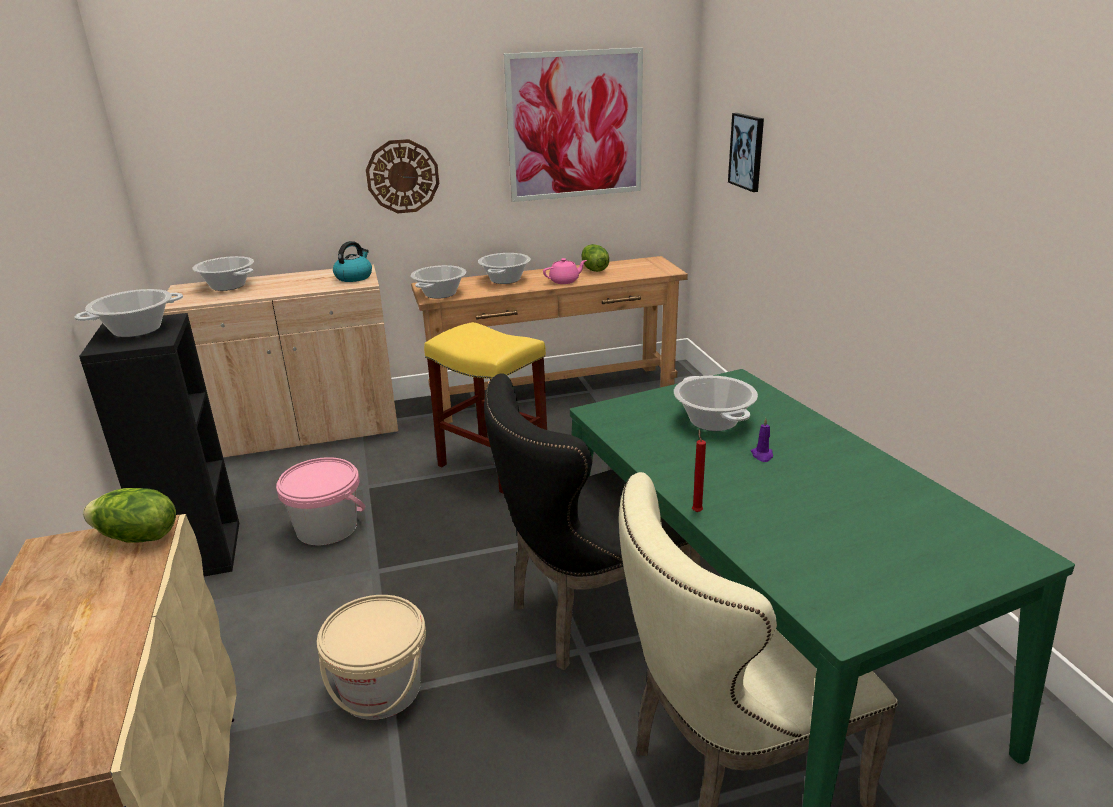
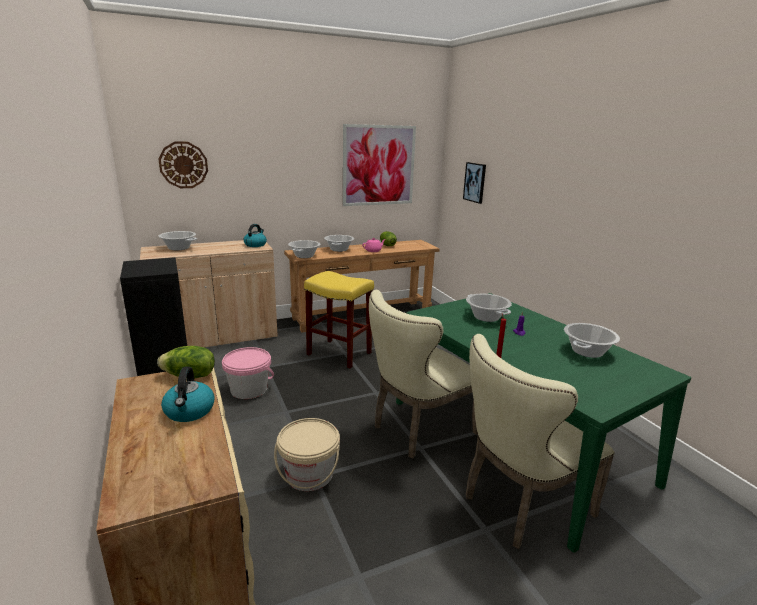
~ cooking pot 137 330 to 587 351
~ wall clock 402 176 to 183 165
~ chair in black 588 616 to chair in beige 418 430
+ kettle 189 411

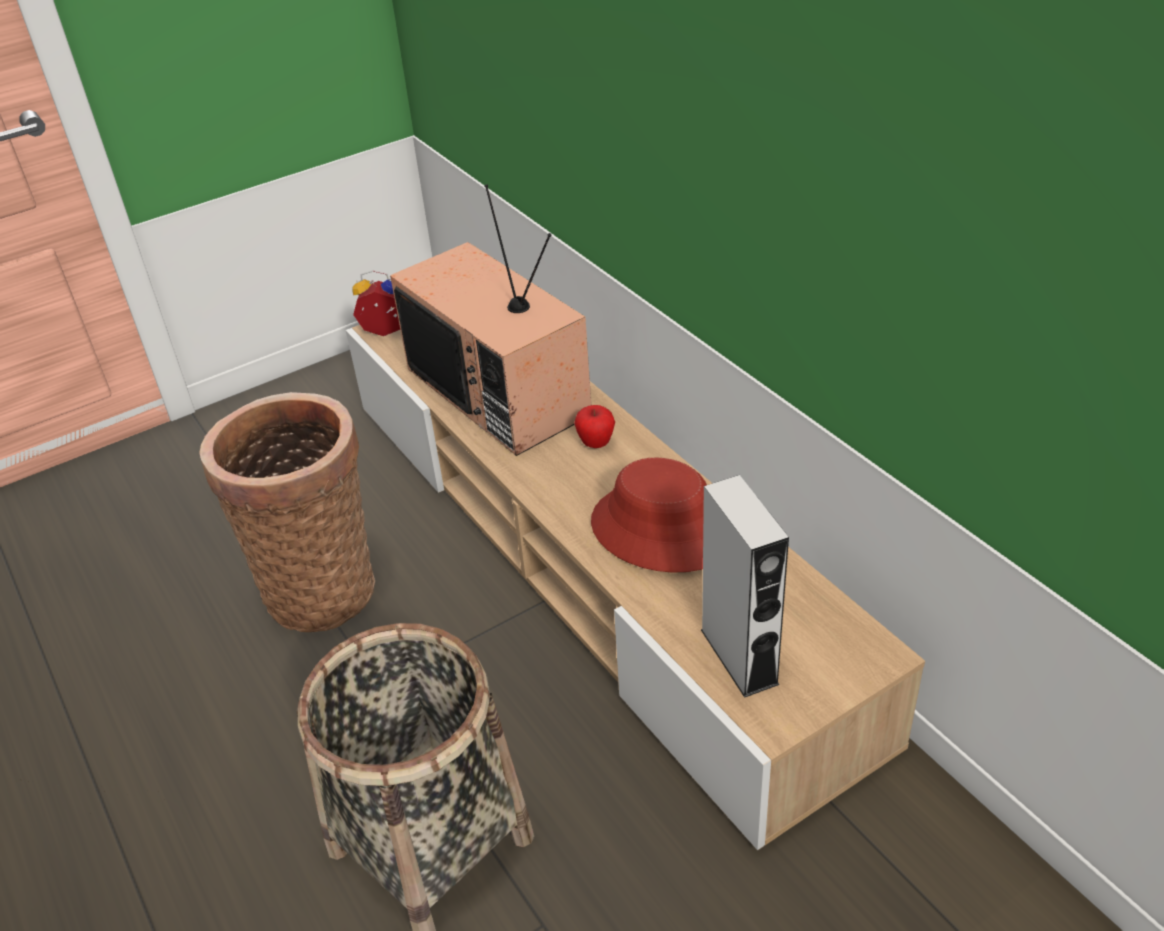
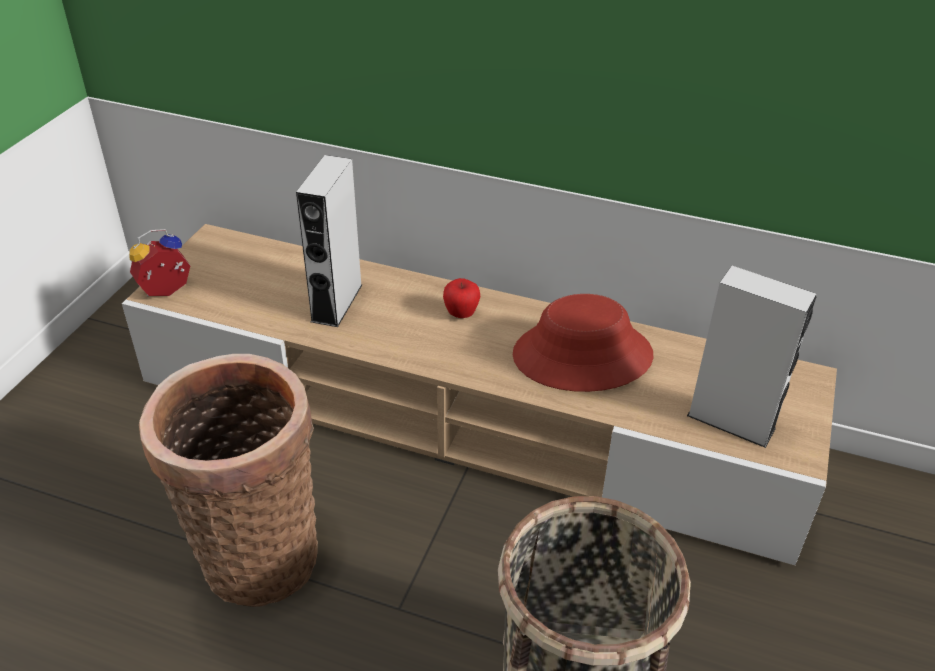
~ television 502 391 to speaker in grey 337 303

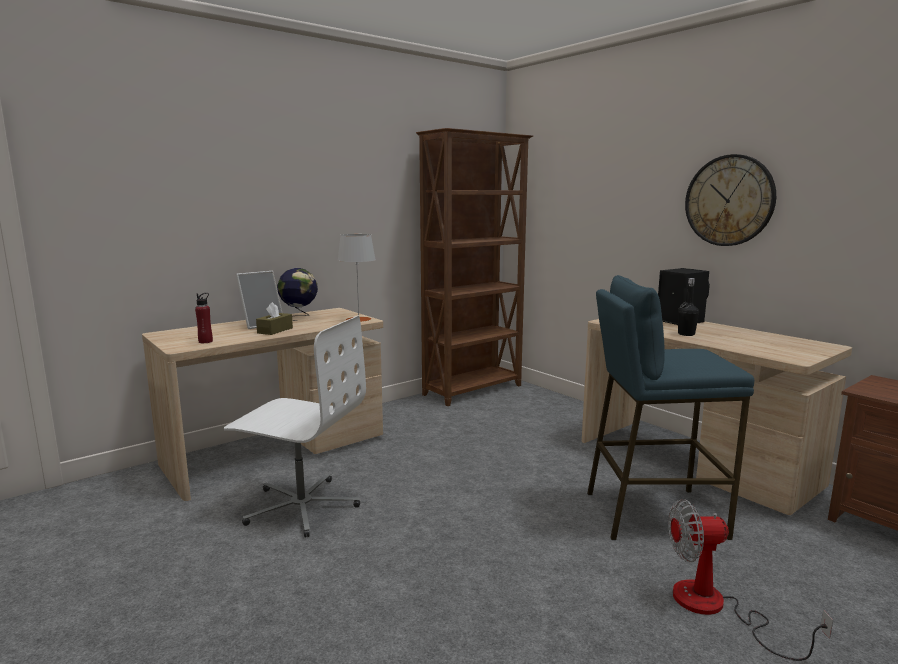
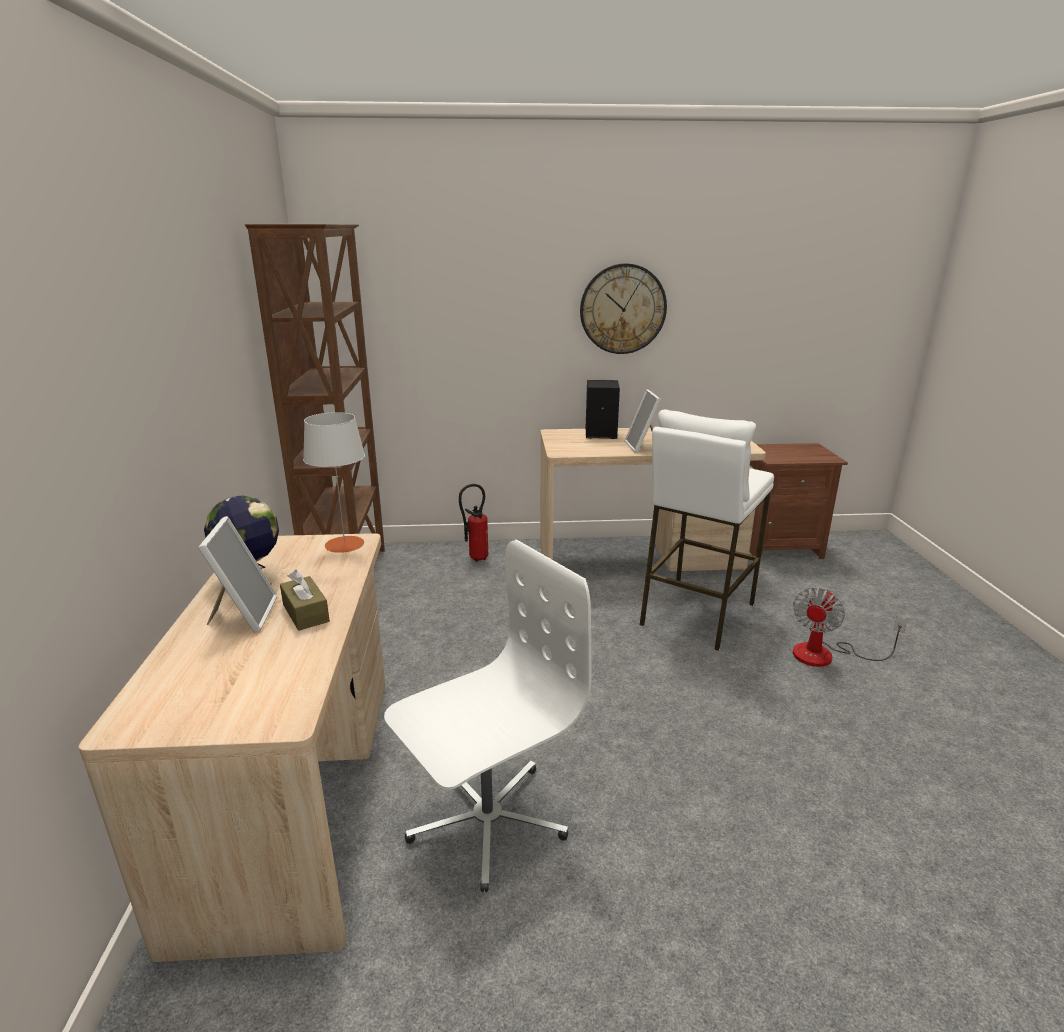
- bottle in red 205 341
~ stool in blue 652 513 to stool in white 695 614
~ bottle in black 686 334 to picture frame 643 447
+ fire extinguisher 475 558

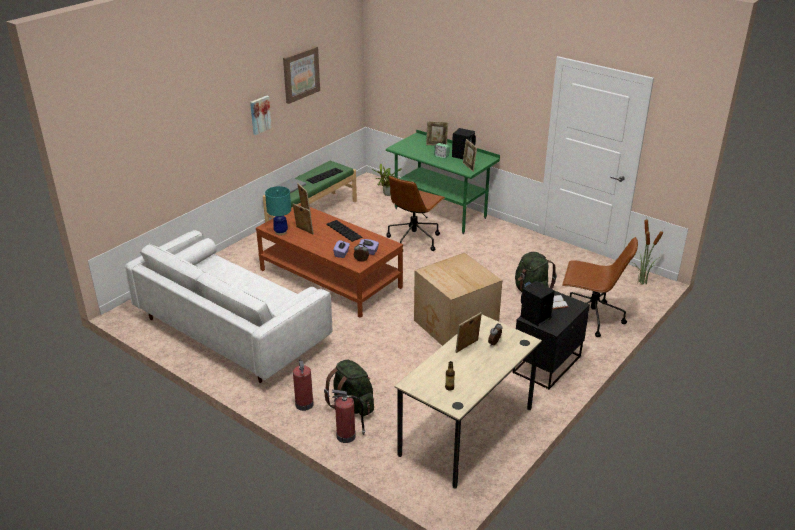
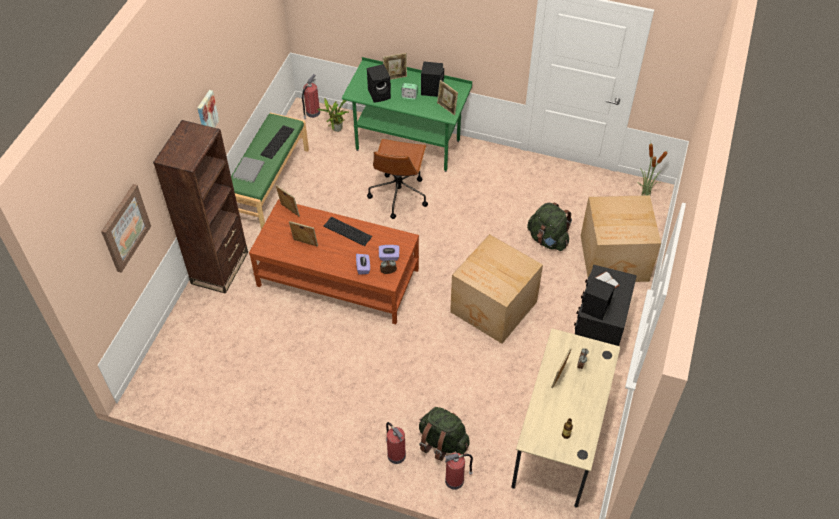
- sofa in white 232 330
- table lamp in turquoise 280 232
~ picture 300 74 to 125 228
~ office chair in brown 590 318 to cardboard box 615 259
+ bookcase in brown 220 268
+ fire extinguisher 312 113
+ speaker in black 380 94

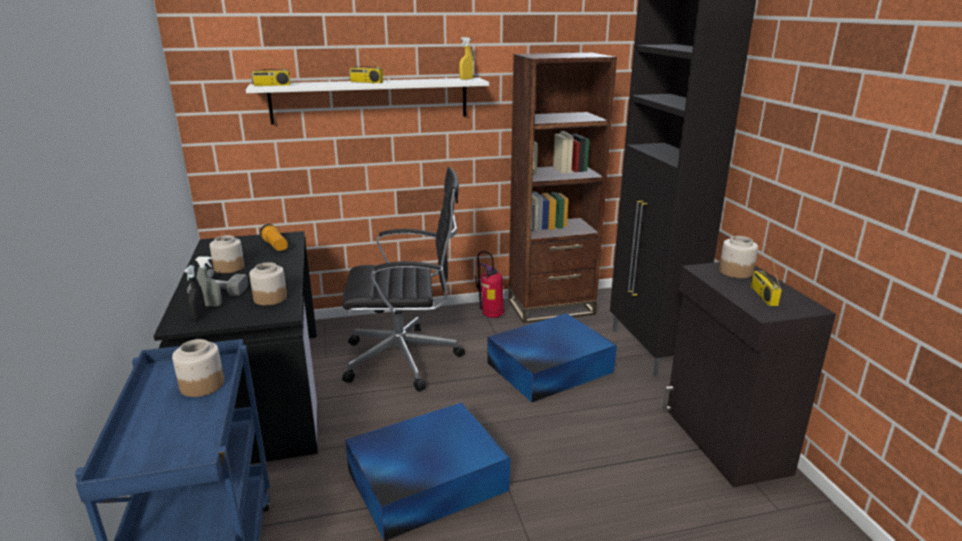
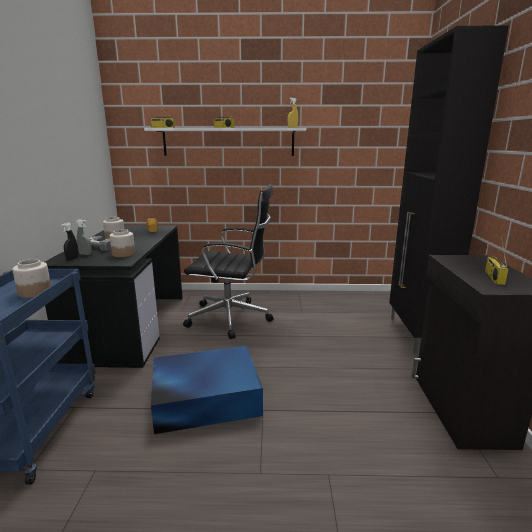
- fire extinguisher 491 316
- storage box in blue 548 367
- bookcase in brown 551 307
- jar 735 272

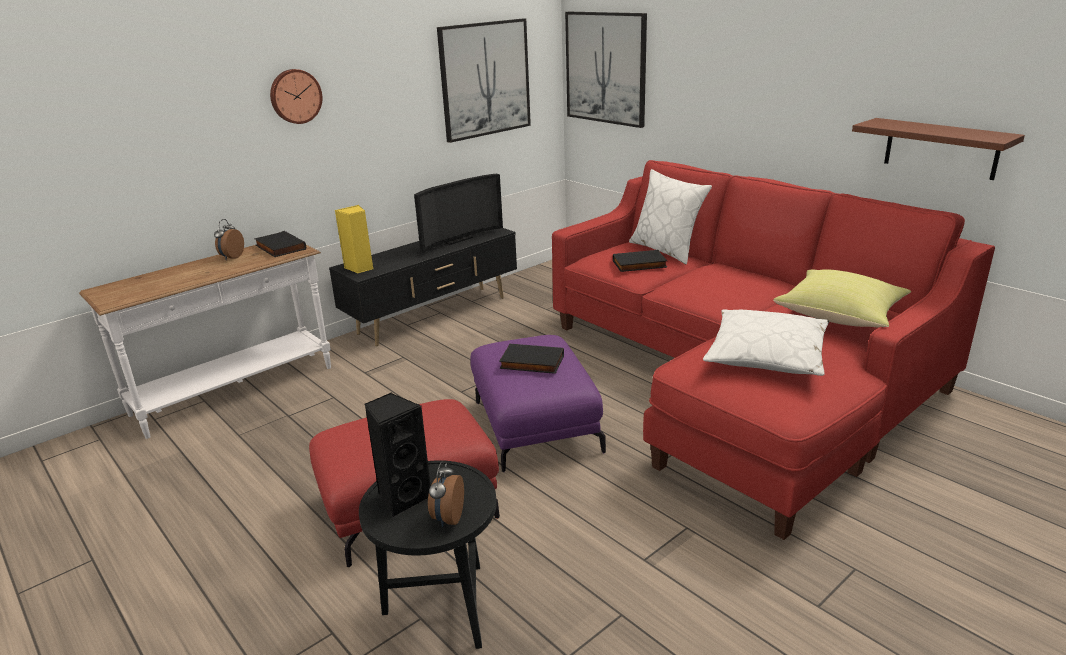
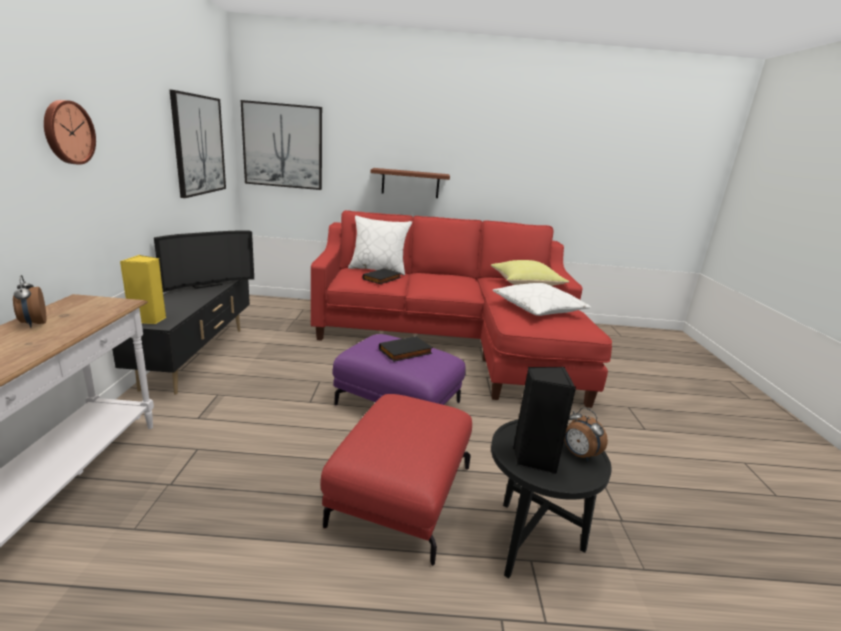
- book in black 279 247
~ television 455 239 = 205 284 45 degrees clockwise
~ shelf in brown 941 148 to 410 183

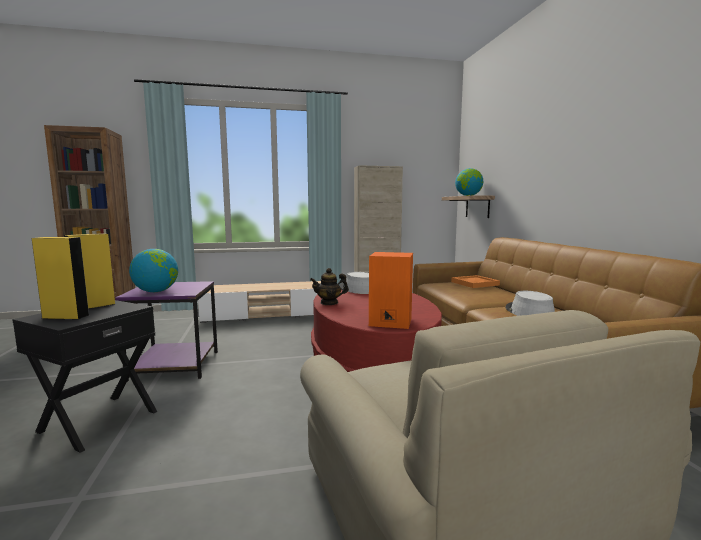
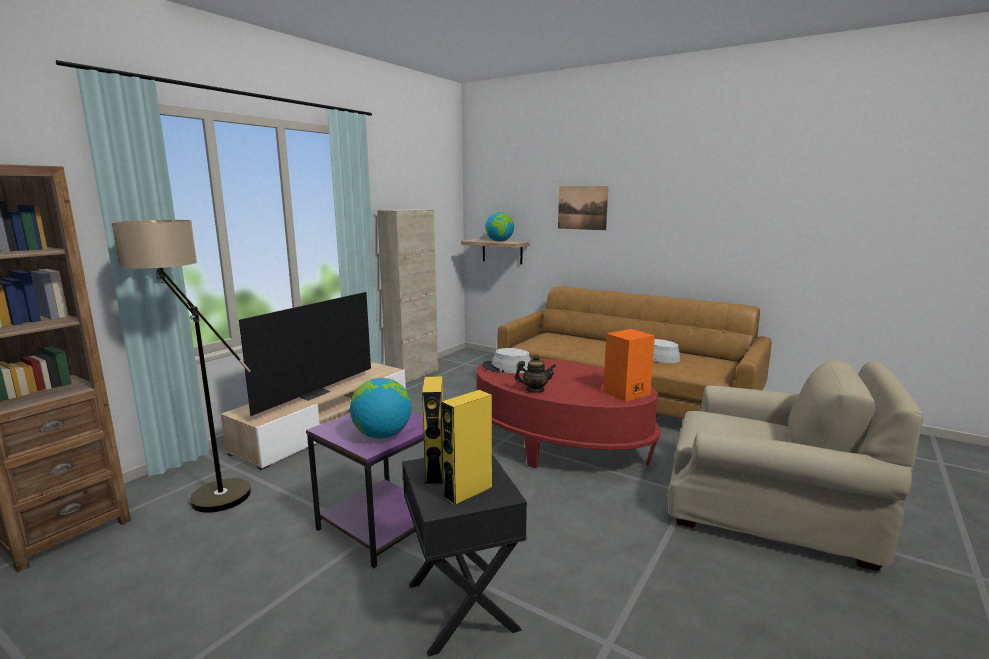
~ teapot 329 303 = 535 390 120 degrees counterclockwise
- tray in orange 474 283
+ floor lamp 206 491
+ television 312 394
+ picture 582 208

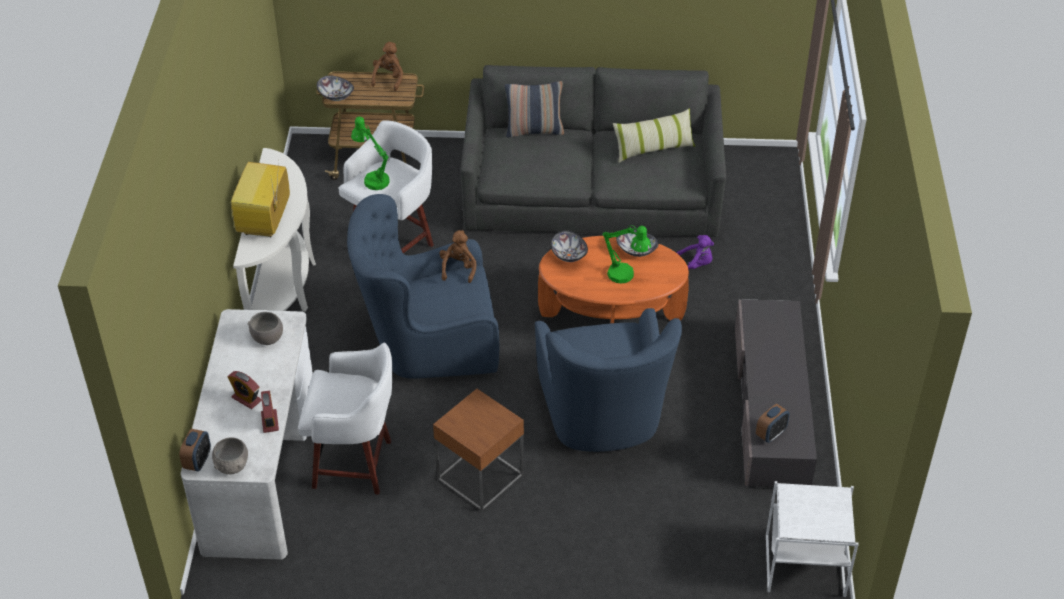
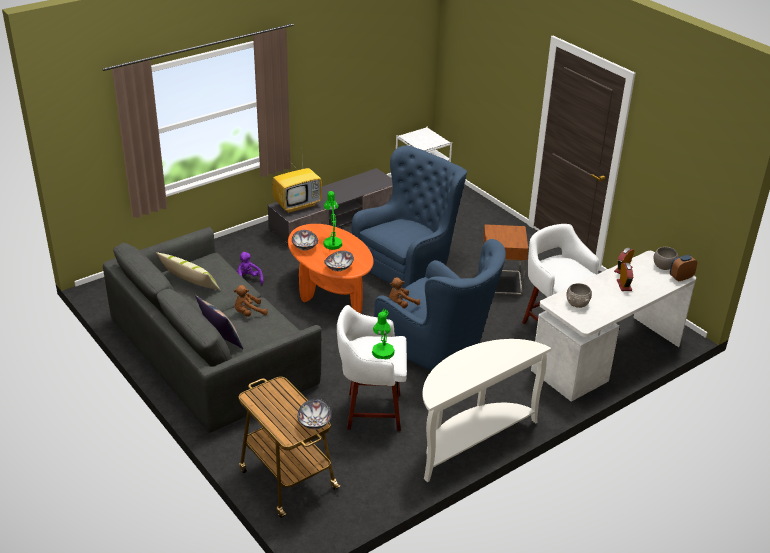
~ television 265 222 to 298 205
~ plush toy in brown 389 78 to 248 313
- alarm clock 771 434

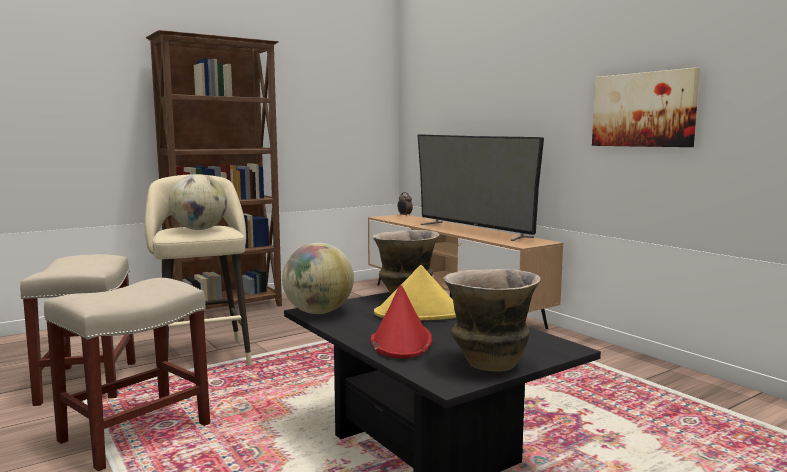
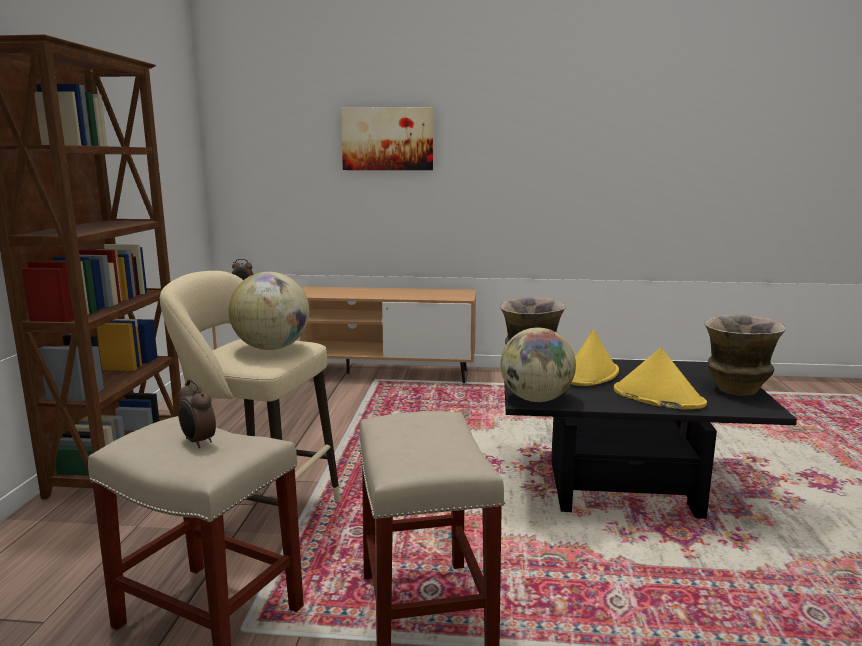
~ hat in red 401 341 to hat in yellow 657 397
- television 473 230
~ picture 643 110 to 387 139
+ alarm clock 198 442

